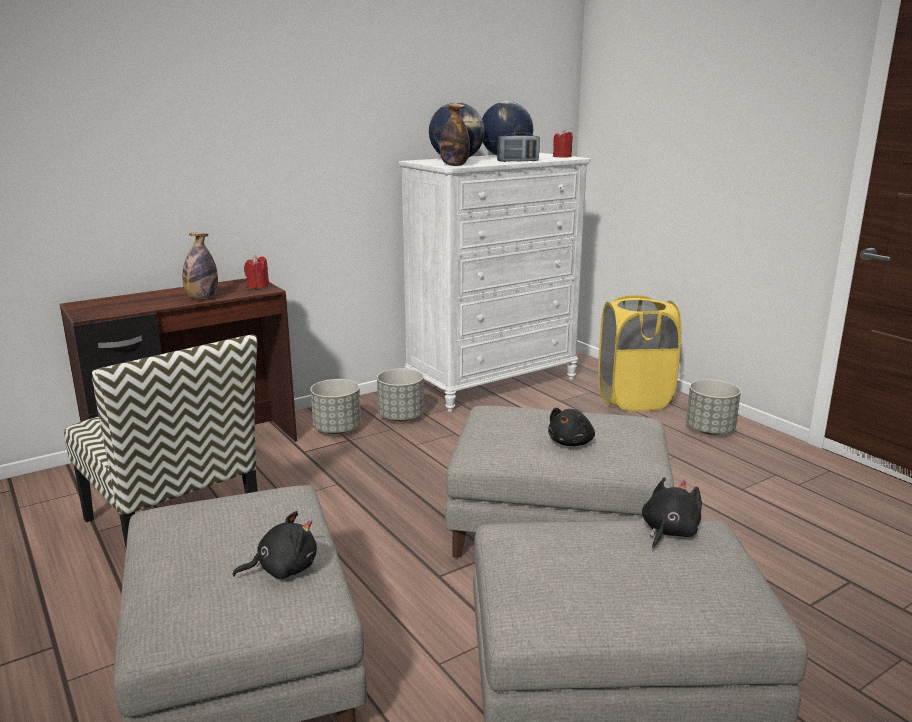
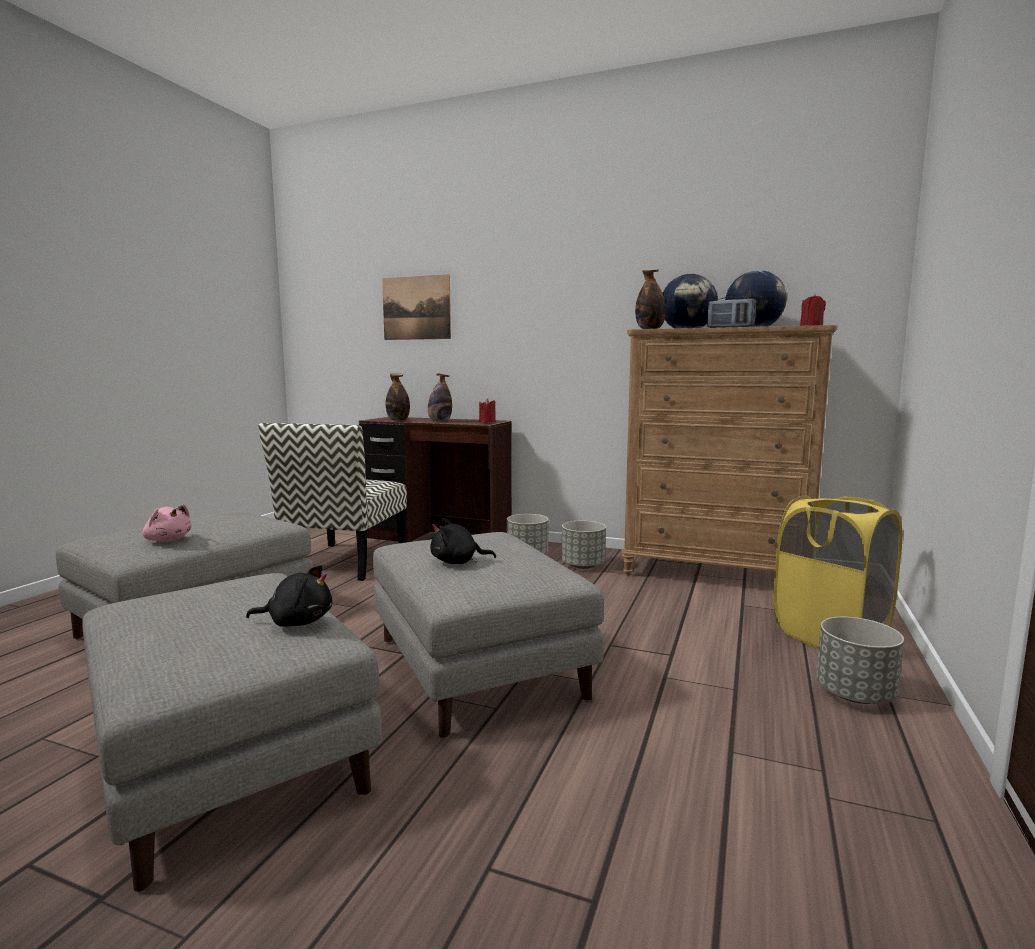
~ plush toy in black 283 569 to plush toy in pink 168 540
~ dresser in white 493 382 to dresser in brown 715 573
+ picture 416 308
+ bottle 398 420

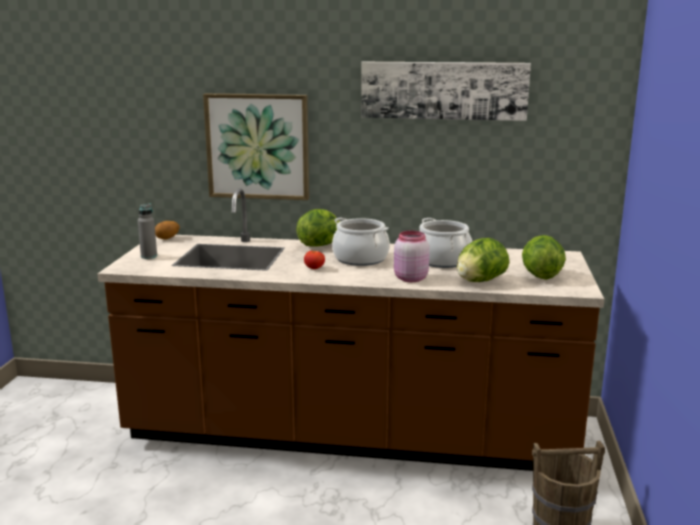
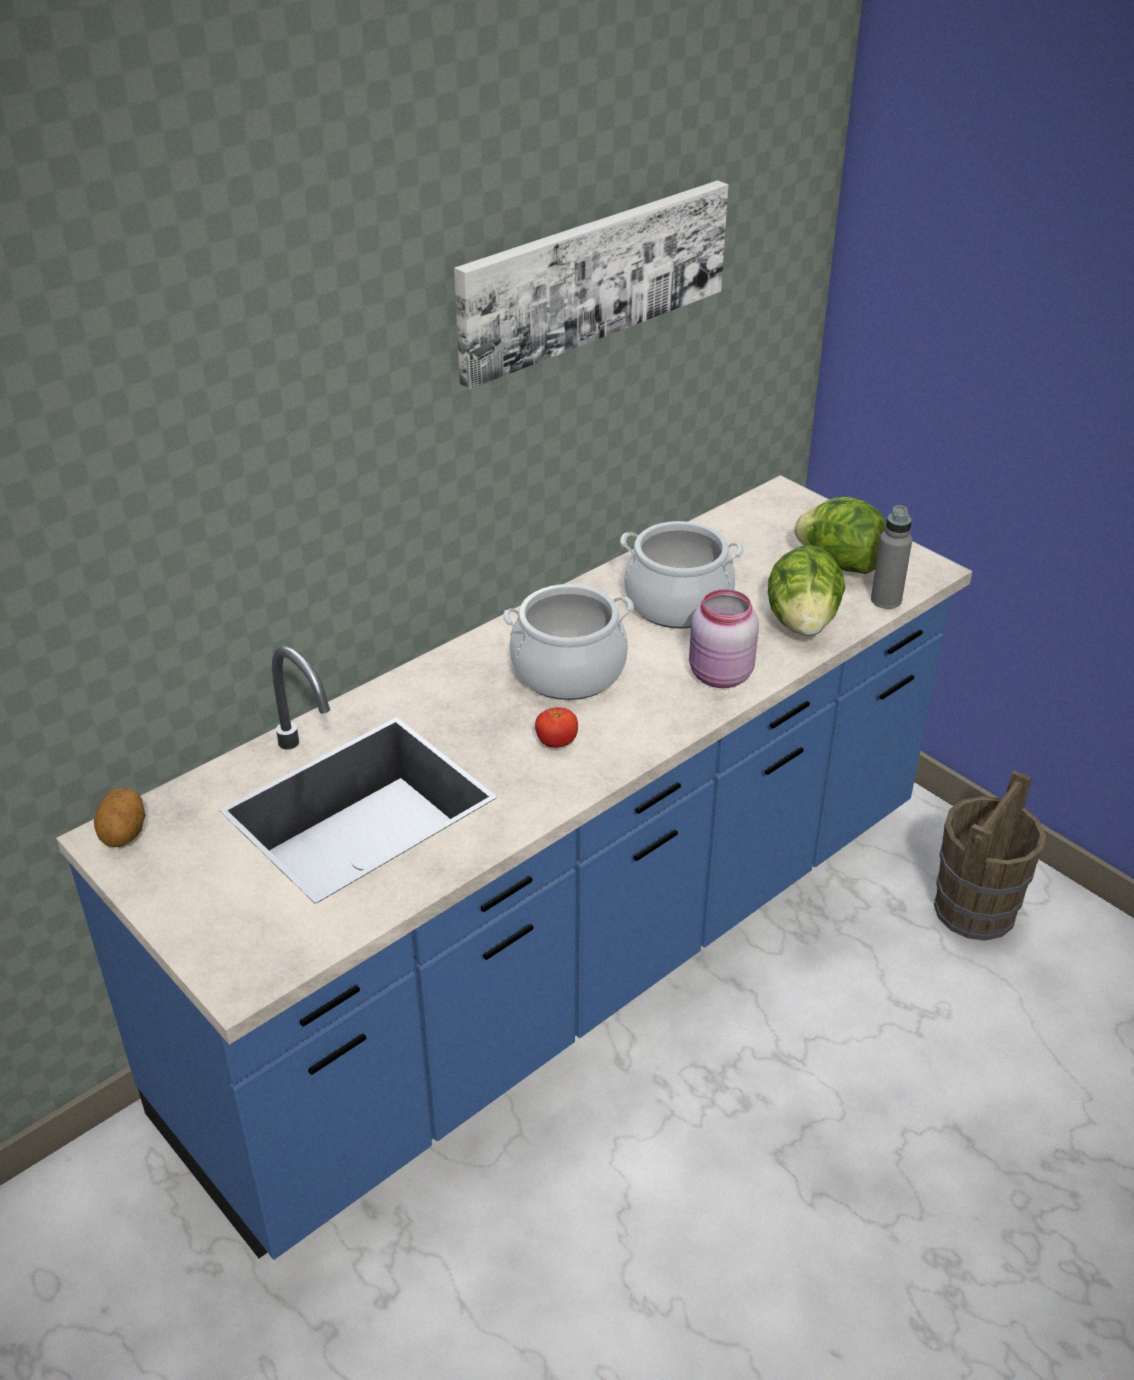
~ counter in brown 350 434 to counter in blue 567 959
~ bottle in grey 149 256 to 886 600
- picture 258 146
- lettuce 320 245

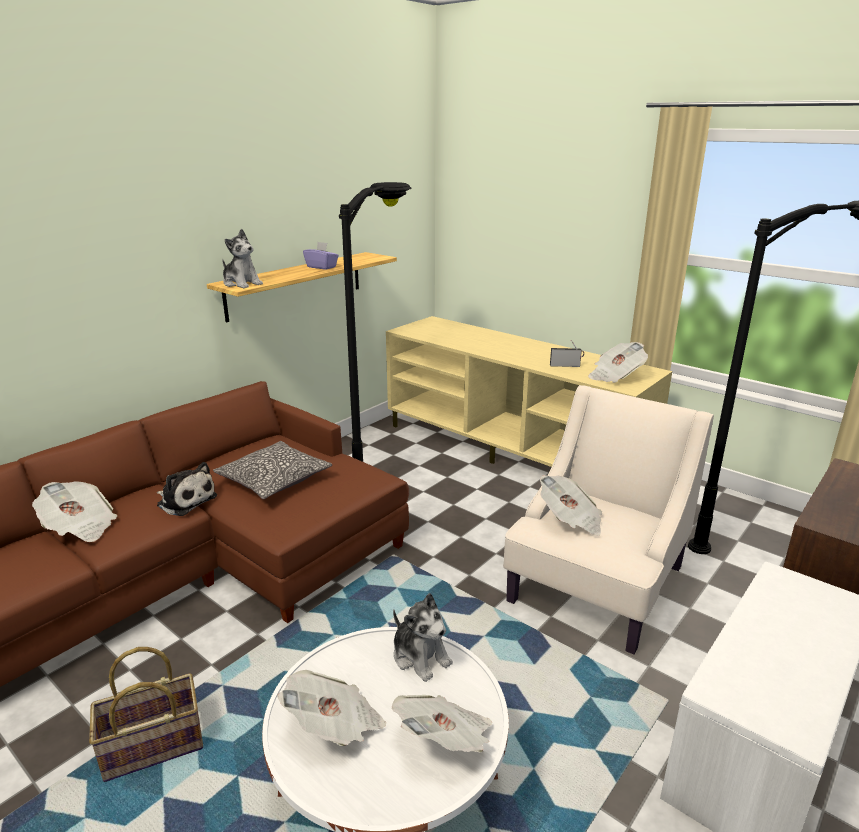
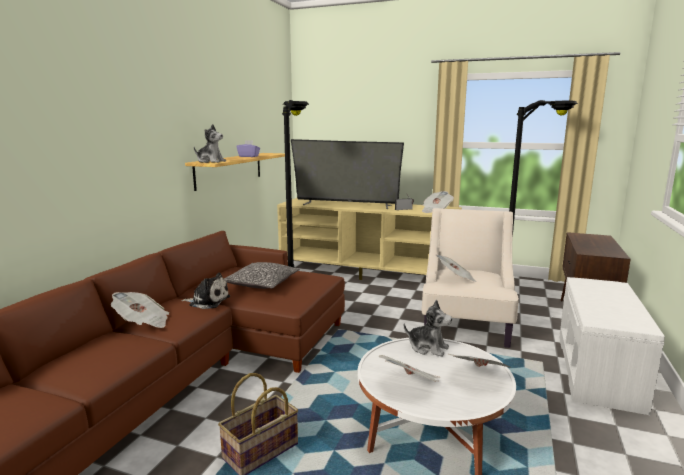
+ television 346 205

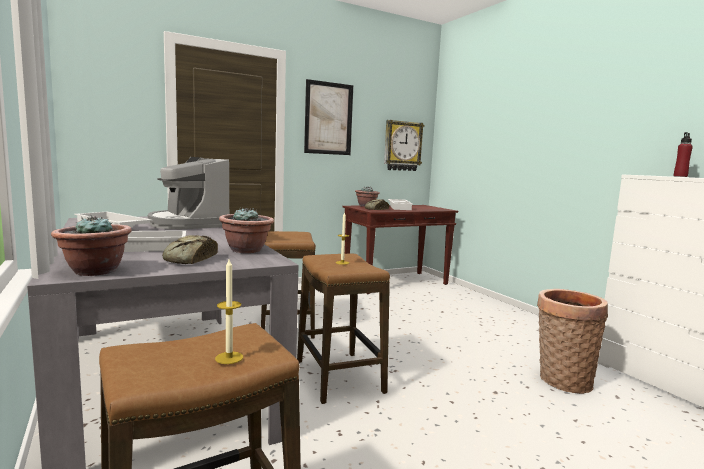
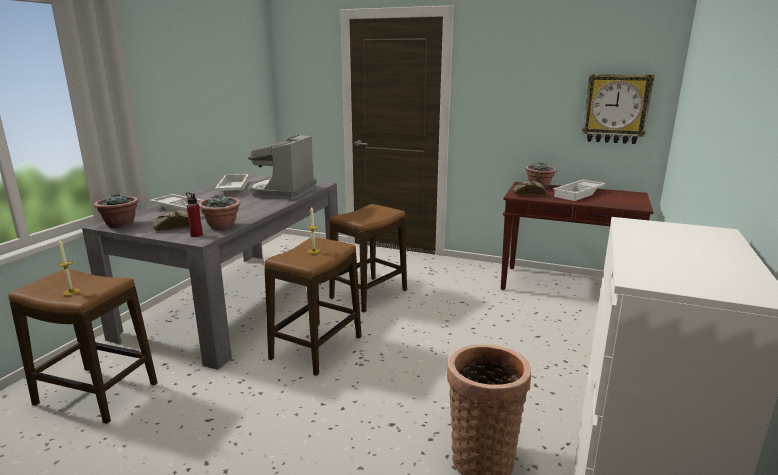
- picture 328 118
~ bottle in red 680 176 to 196 235

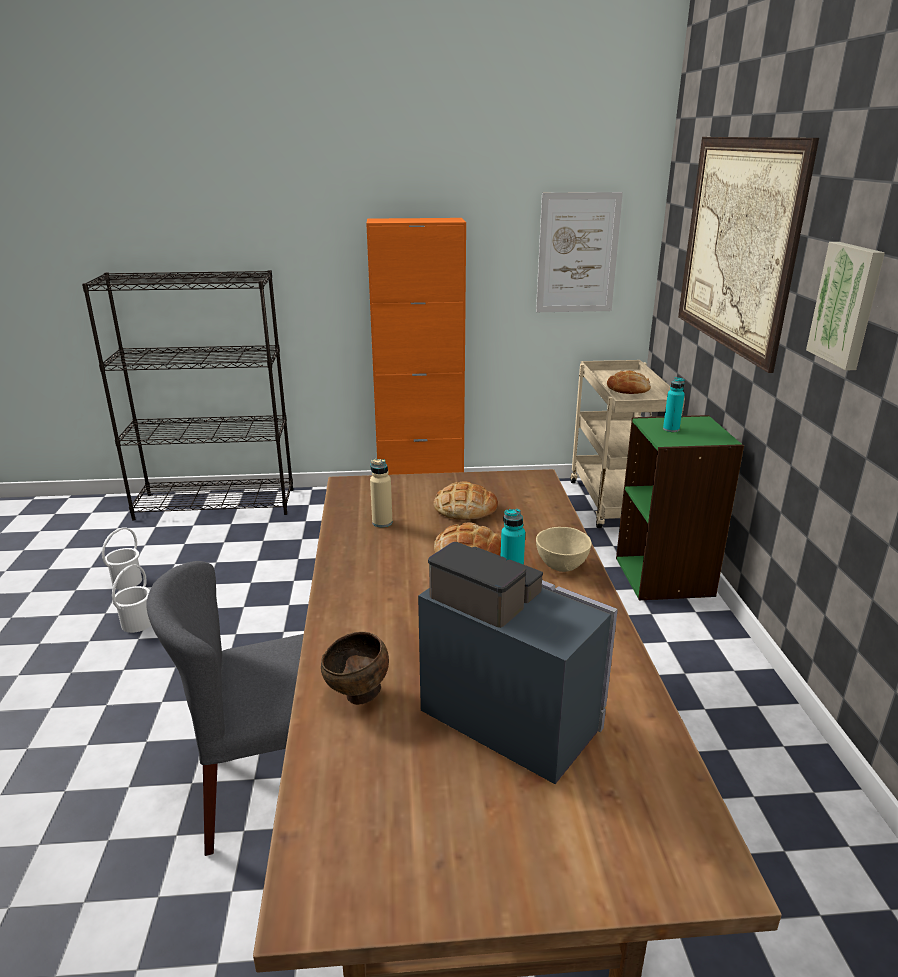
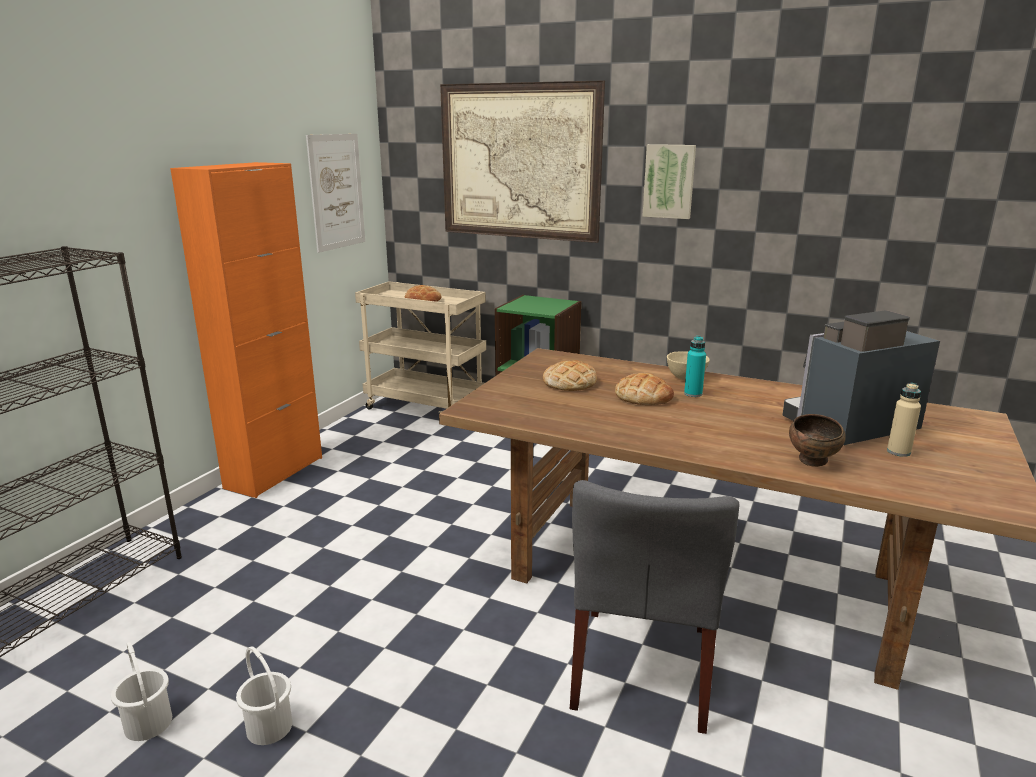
~ bottle in beige 382 522 to 898 452
- bottle in turquoise 671 429

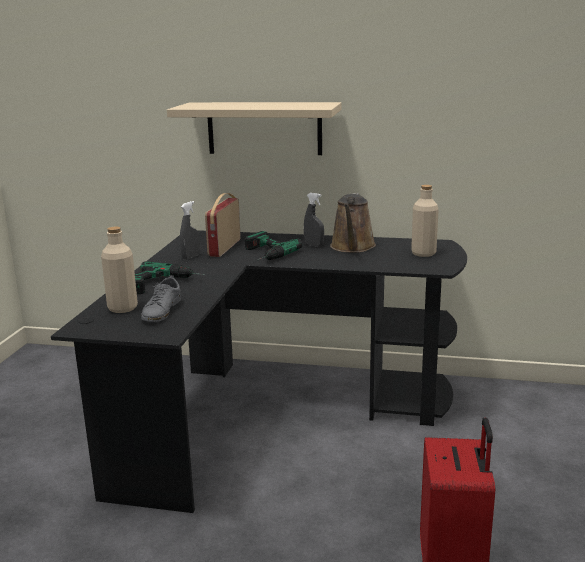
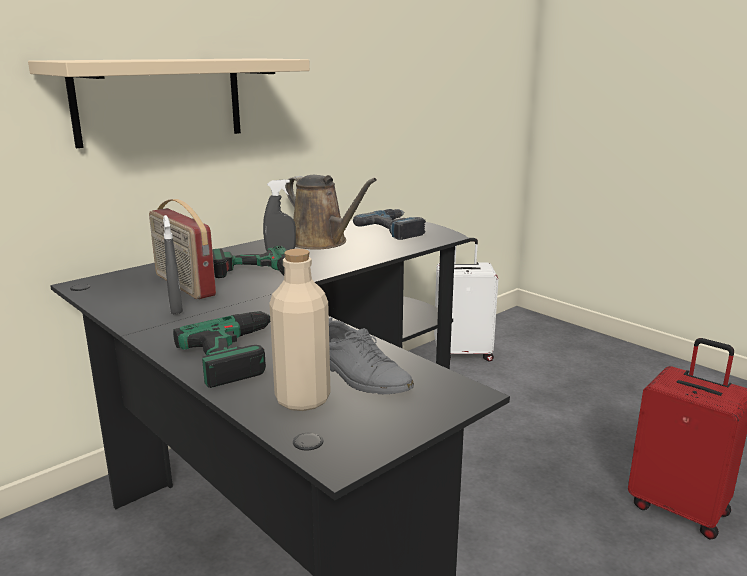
~ bottle in beige 423 253 to power drill 395 229
+ suitcase in white 463 353

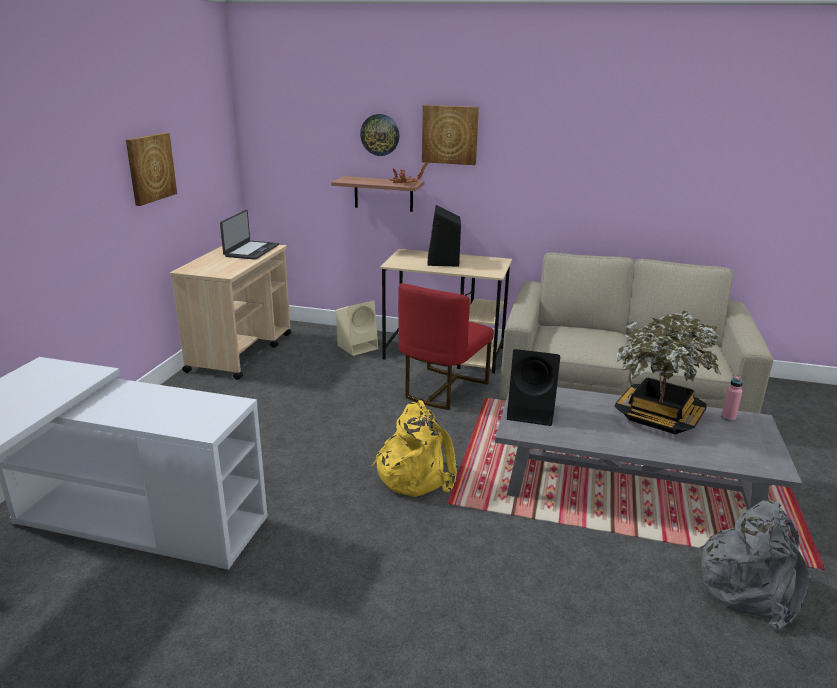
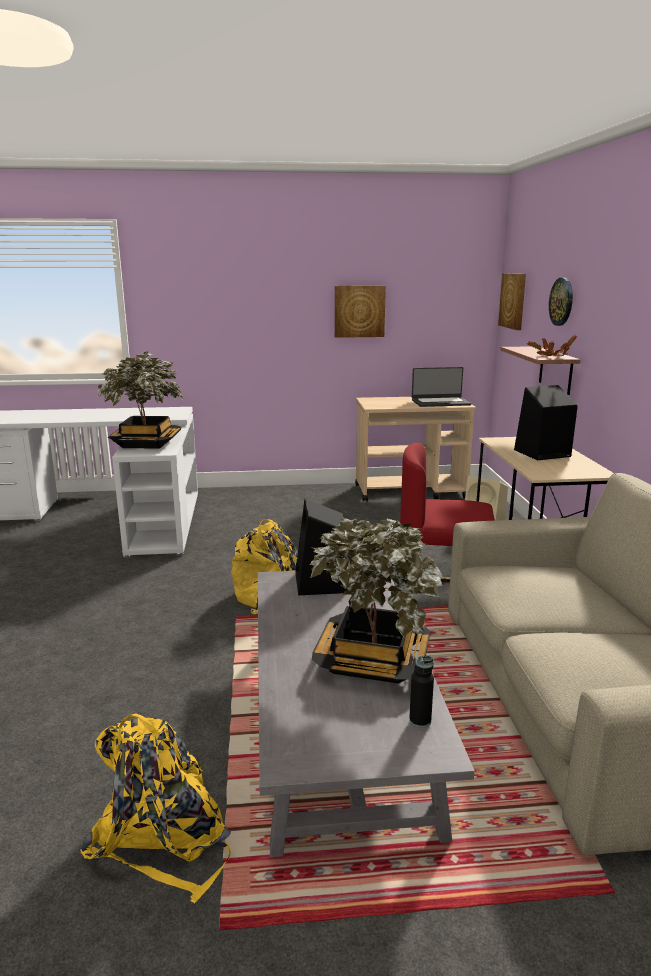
~ picture 450 134 to 513 300
~ backpack in grey 751 586 to backpack in yellow 163 837
~ bottle in pink 728 418 to bottle in black 420 721
+ potted plant 146 443

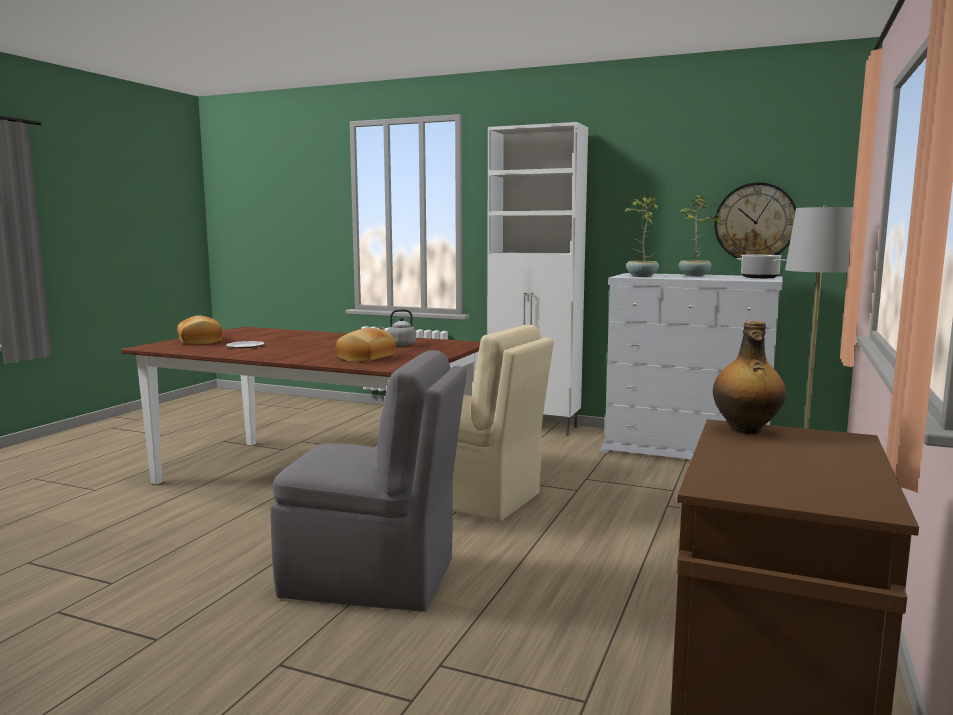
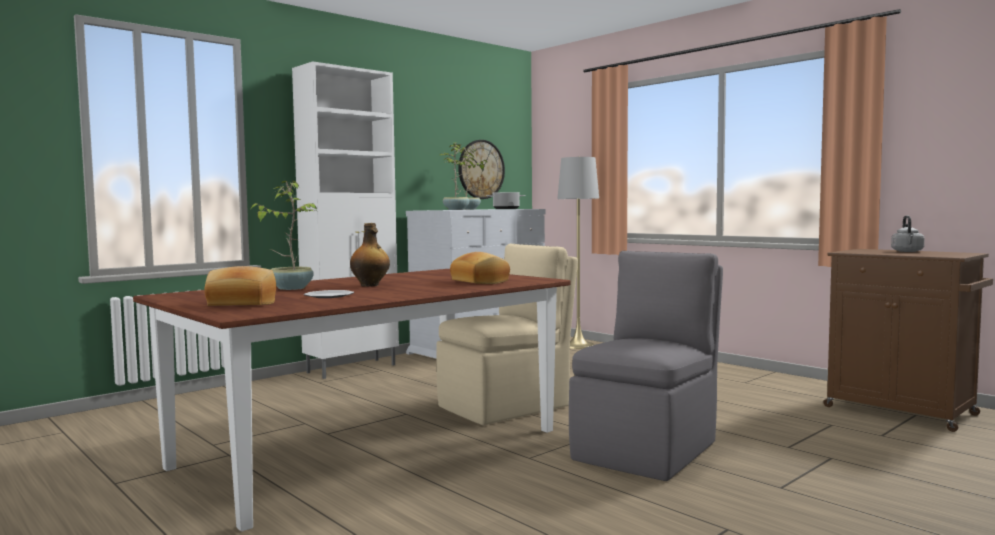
~ kettle in grey 400 345 to 907 251
~ bottle 745 430 to 370 285
+ potted plant 291 288

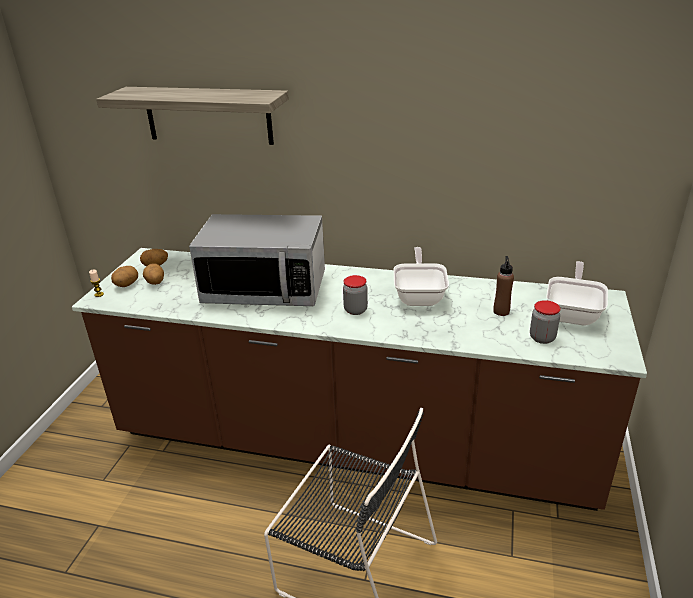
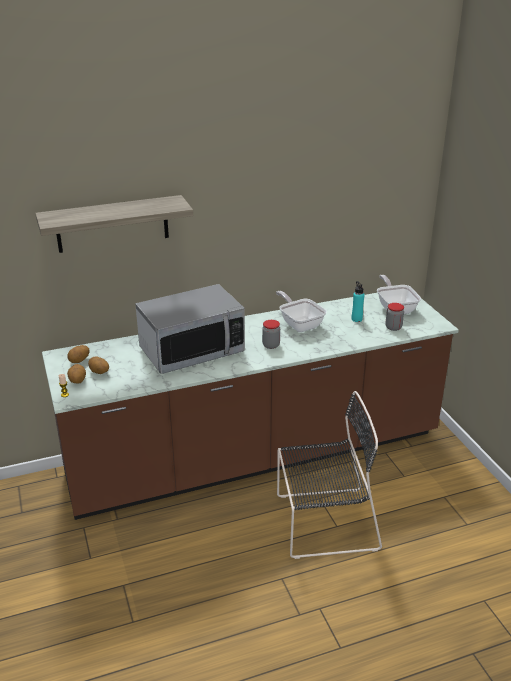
~ bottle in brown 501 311 to bottle in turquoise 356 319

